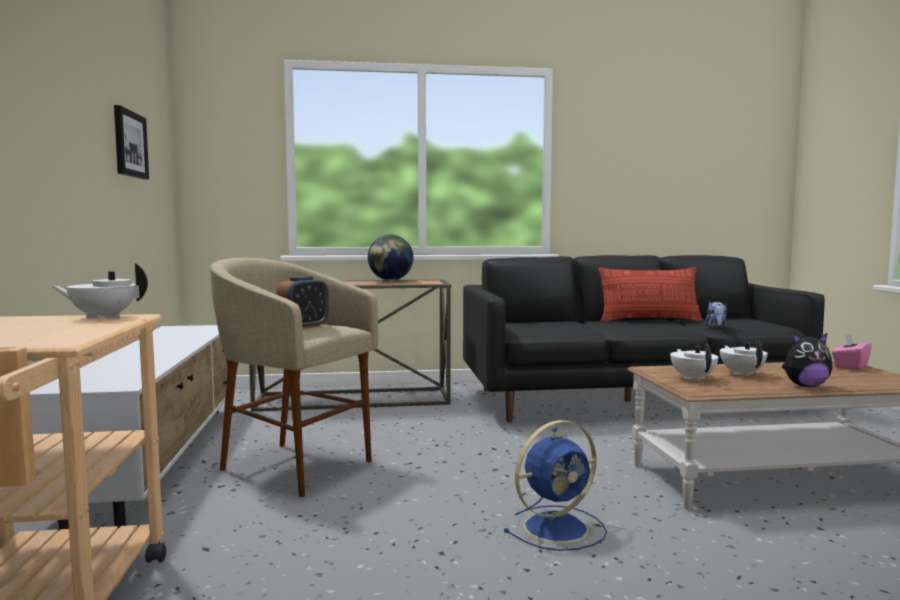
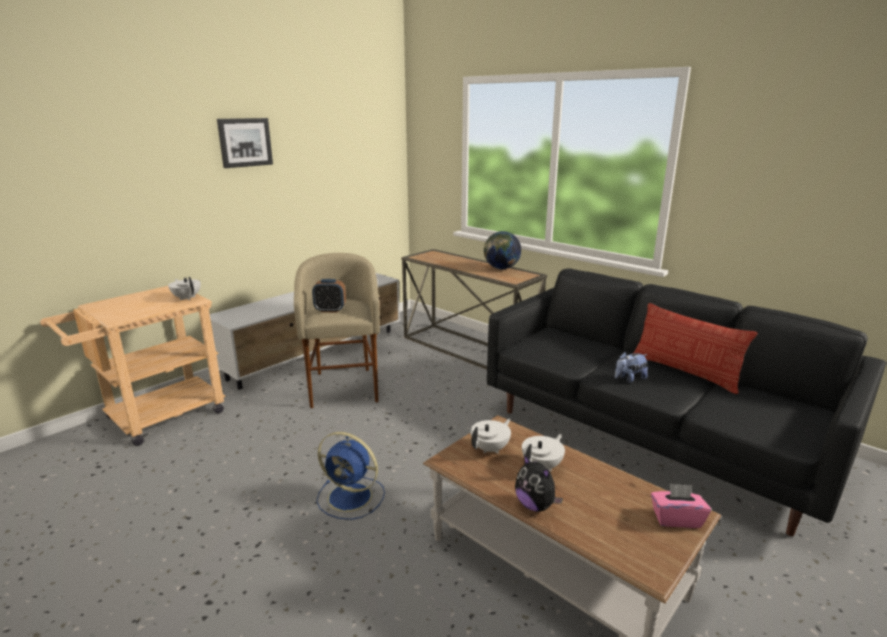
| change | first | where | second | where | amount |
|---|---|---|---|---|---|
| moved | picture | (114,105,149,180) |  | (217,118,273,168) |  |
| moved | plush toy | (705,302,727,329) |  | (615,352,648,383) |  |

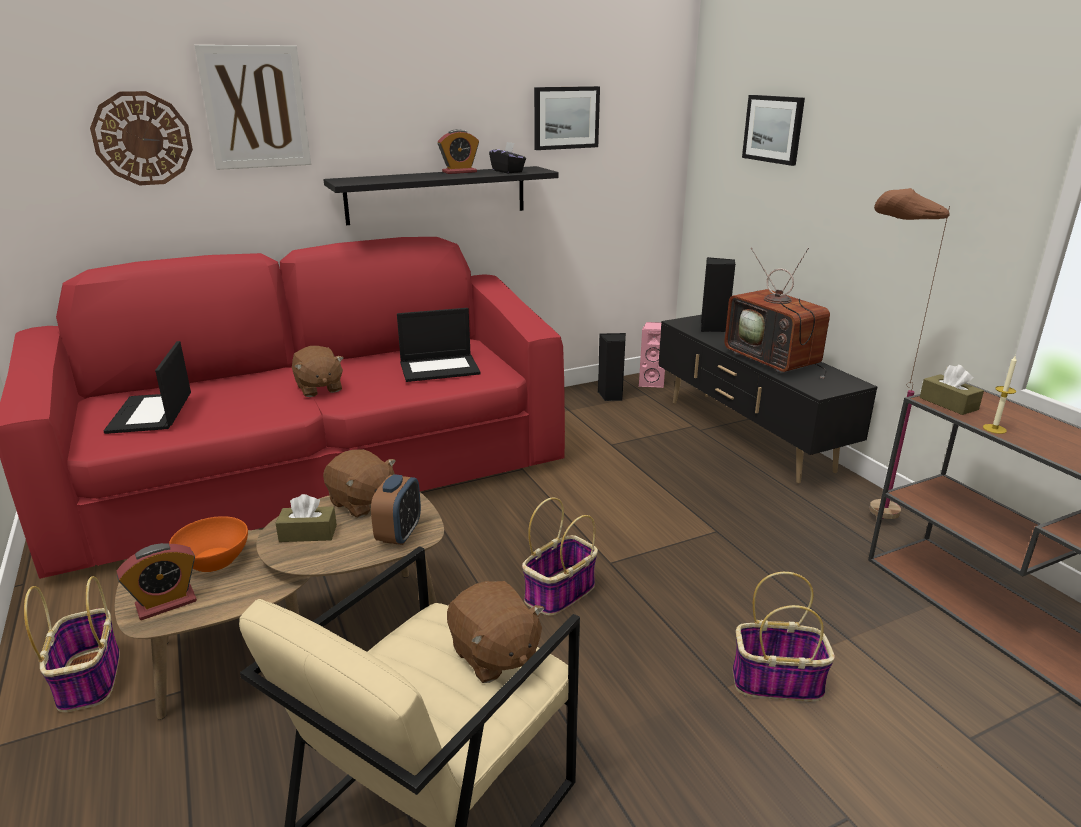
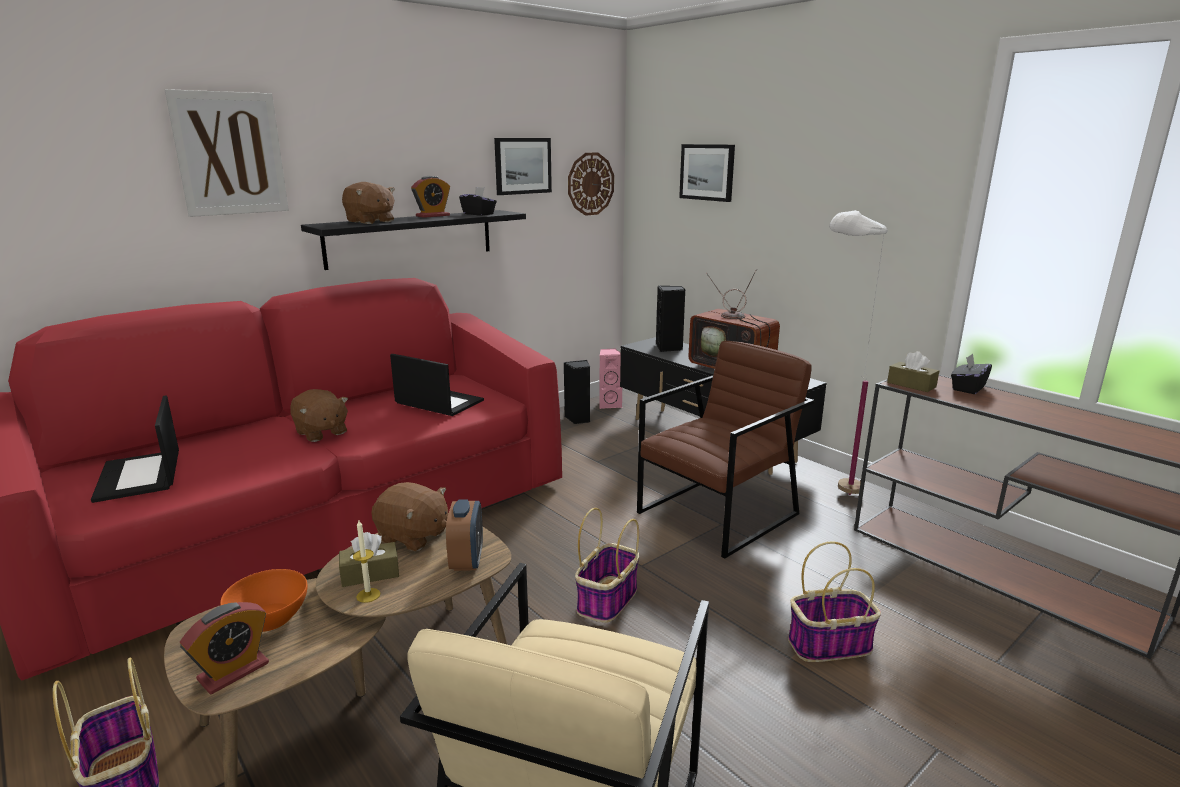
| change | first | where | second | where | amount |
|---|---|---|---|---|---|
| moved | wall clock | (90,91,193,185) |  | (568,153,614,216) |  |
| turned | laptop | (397,308,481,382) |  | (390,354,484,416) | 120 degrees counterclockwise |
| moved | plush toy/brown | (447,581,544,683) |  | (342,182,395,224) |  |
| recoloured | floor lamp/brown | (869,188,950,519) | floor lamp/white | (830,210,888,495) |  |
| moved | candle | (983,355,1017,434) |  | (353,520,381,603) |  |
| added |  |  | armchair/brown | (637,341,814,558) |  |
| added |  |  | tissue box/black | (951,354,992,394) |  |

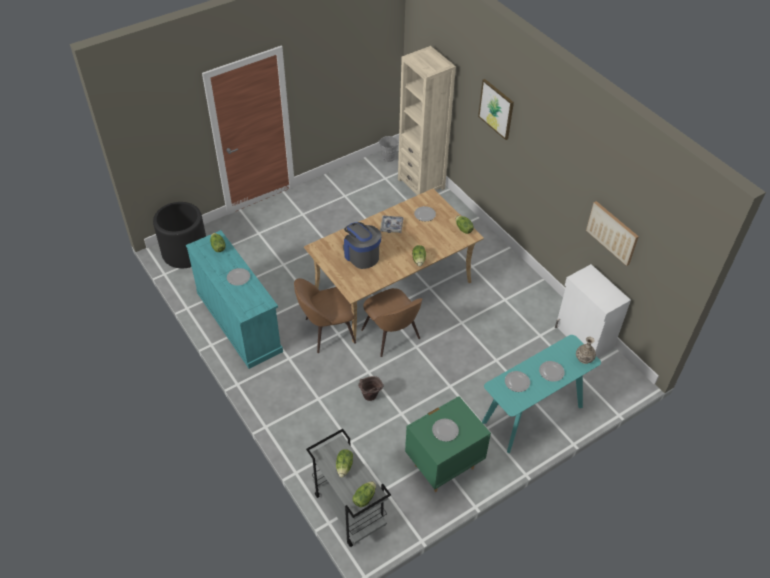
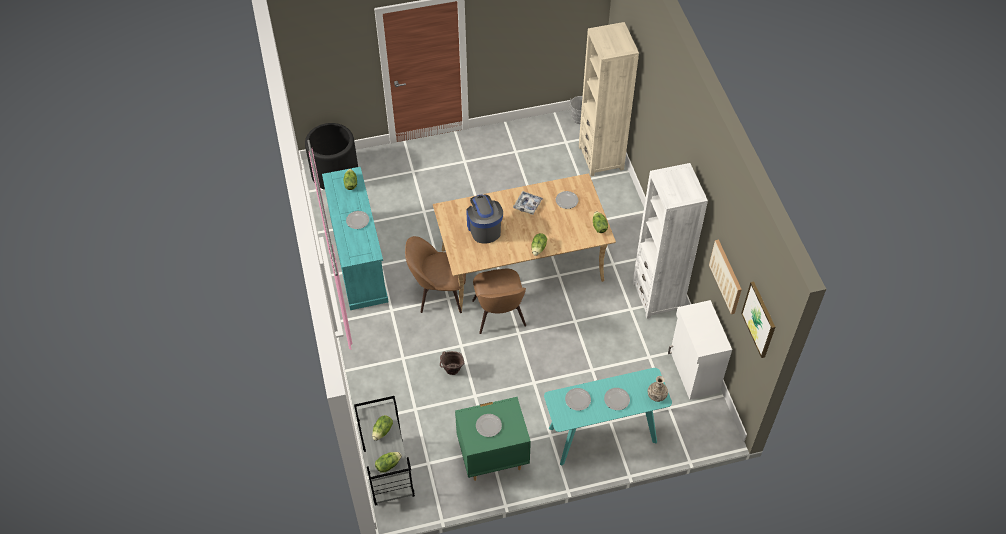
| change | first | where | second | where | amount |
|---|---|---|---|---|---|
| moved | picture | (478,79,514,140) |  | (741,281,775,358) |  |
| added |  |  | bookcase/white | (632,163,708,319) |  |

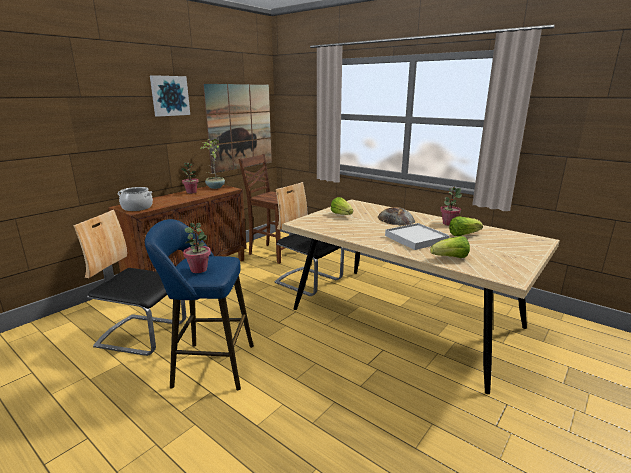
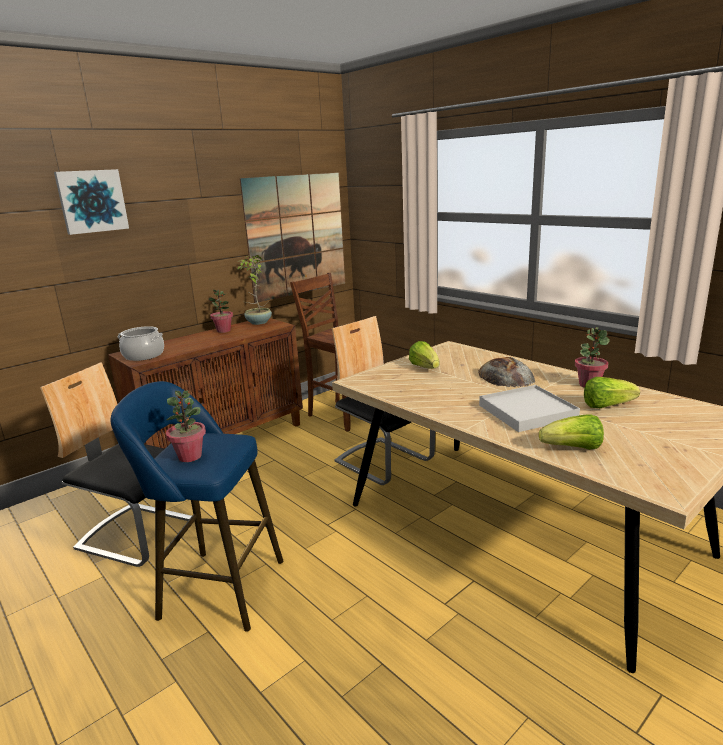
| change | first | where | second | where | amount |
|---|---|---|---|---|---|
| moved | picture | (150,75,190,117) |  | (54,169,129,235) |  |

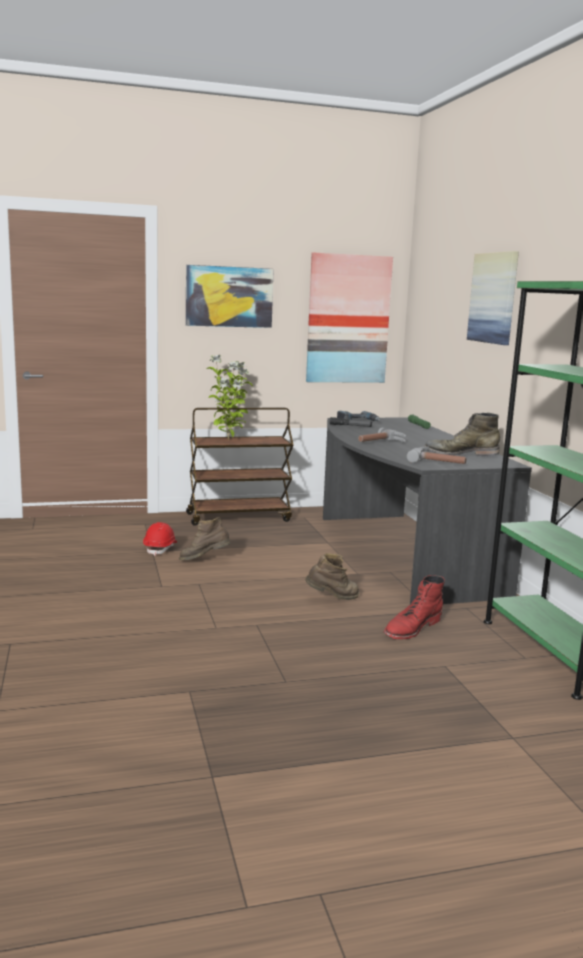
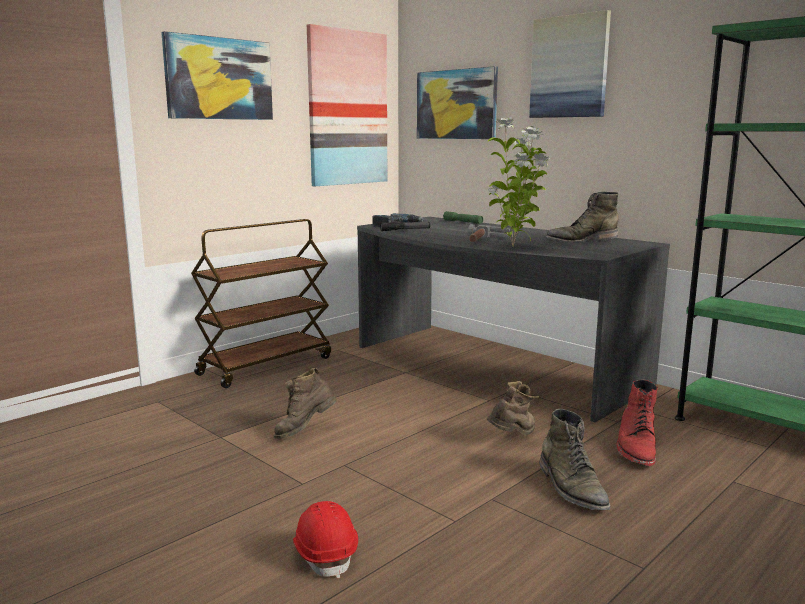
| change | first | where | second | where | amount |
|---|---|---|---|---|---|
| moved | hard hat/red | (143,522,177,556) |  | (293,501,358,578) |  |
| moved | potted plant | (206,355,253,439) |  | (488,117,550,247) |  |
| removed | hammer | (407,446,466,464) |  |  |  |
| added |  |  | picture | (417,66,498,139) |  |
| added |  |  | boot/green | (539,409,610,510) |  |

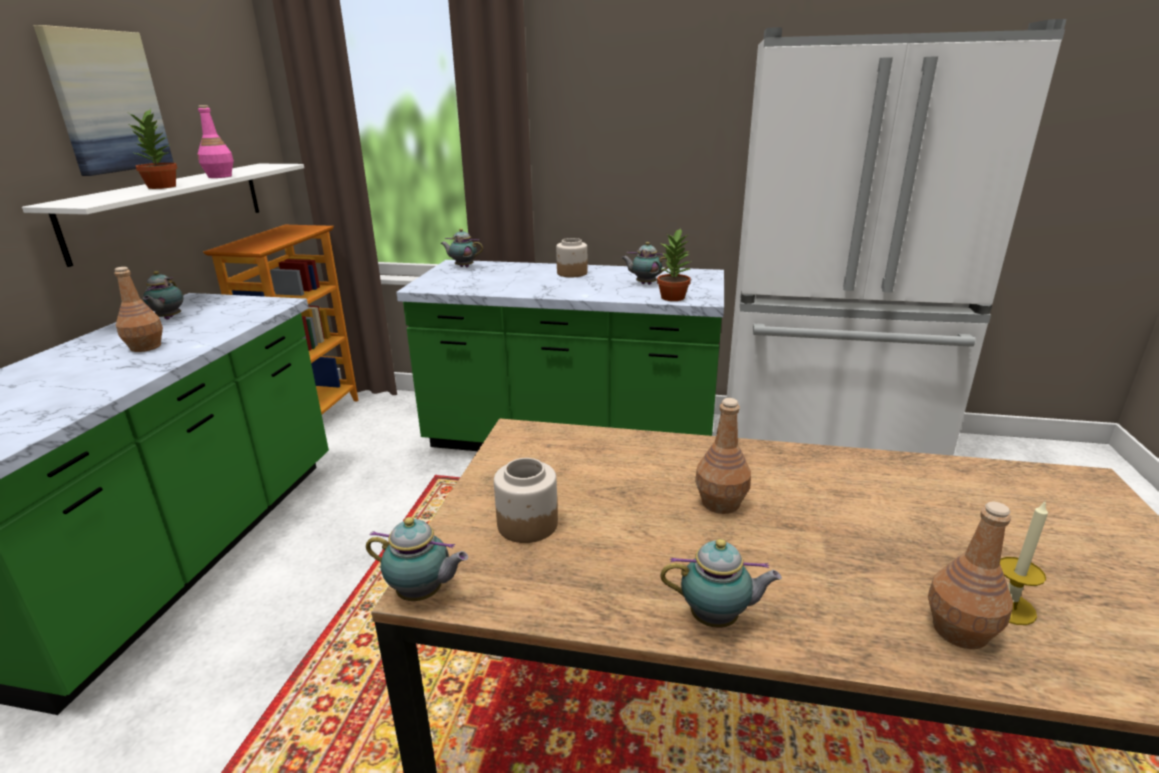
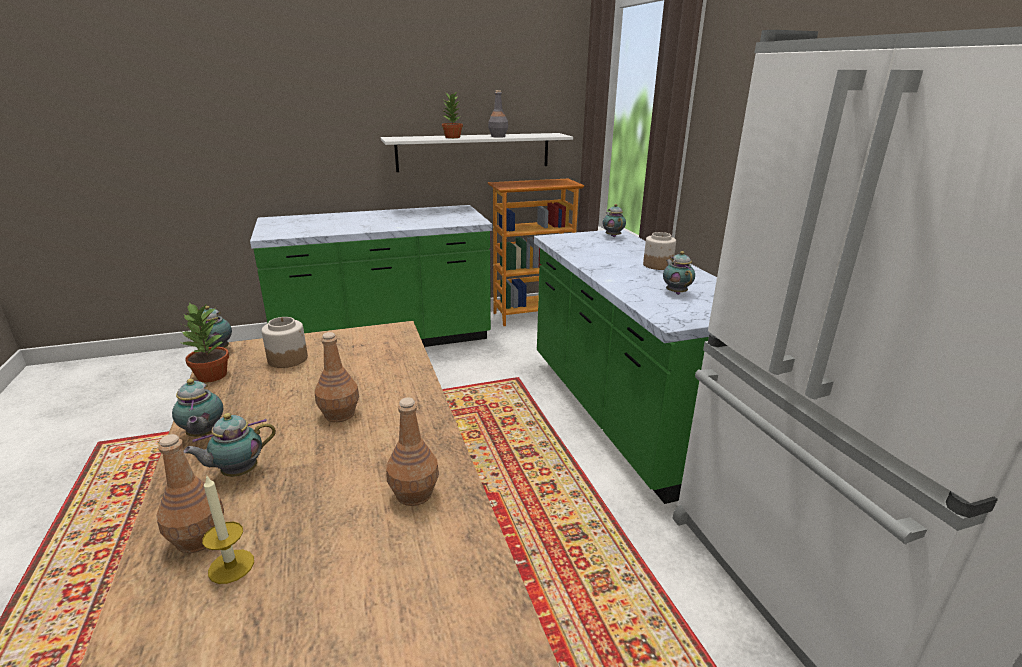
| change | first | where | second | where | amount |
|---|---|---|---|---|---|
| removed | picture | (33,25,174,176) |  |  |  |
| moved | bottle/brown | (114,267,163,352) |  | (386,398,439,506) |  |
| moved | teapot | (143,271,183,320) |  | (183,413,276,477) |  |
| recoloured | bottle/pink | (197,105,234,178) | bottle/grey | (488,90,508,138) |  |
| moved | potted plant | (657,228,692,301) |  | (180,302,229,383) |  |

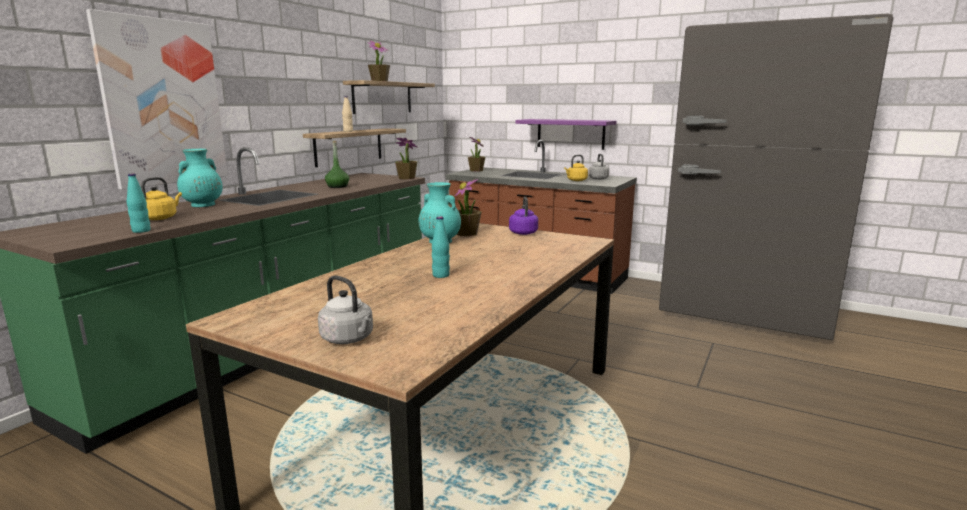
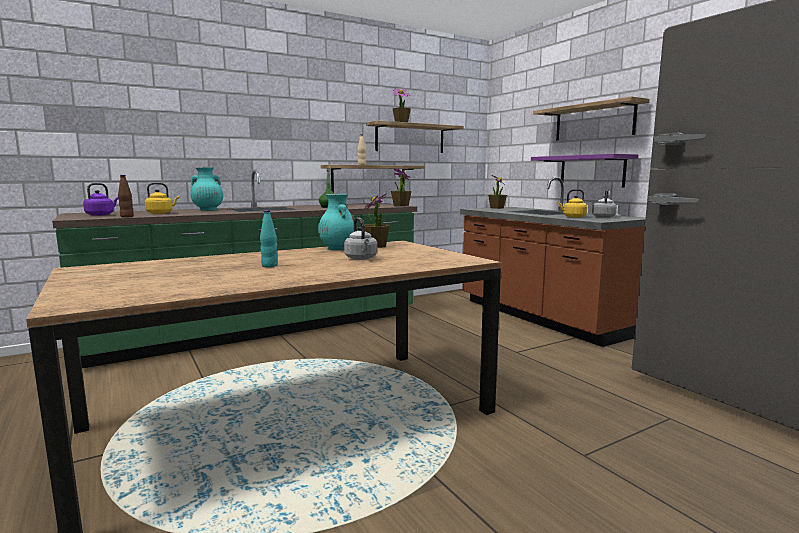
| change | first | where | second | where | amount |
|---|---|---|---|---|---|
| removed | picture | (86,9,228,190) |  |  |  |
| recoloured | bottle/turquoise | (127,174,151,233) | bottle/brown | (118,175,134,217) |  |
| moved | kettle/grey | (318,275,373,344) |  | (344,217,377,260) |  |
| moved | kettle/purple | (509,197,538,235) |  | (83,183,118,216) |  |
| added |  |  | shelf | (533,96,650,140) |  |

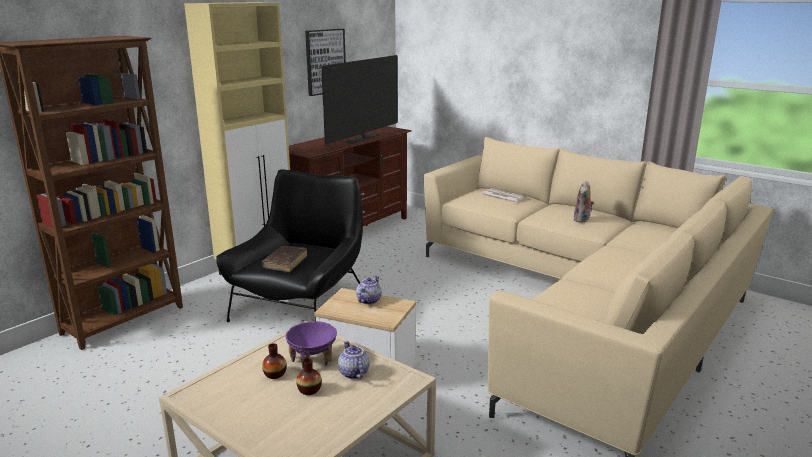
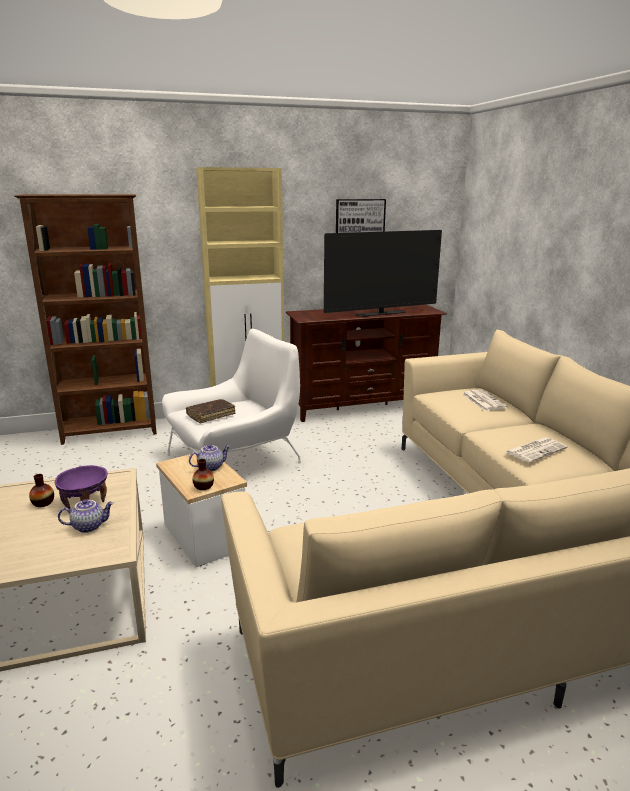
| change | first | where | second | where | amount |
|---|---|---|---|---|---|
| recoloured | armchair/black | (216,169,363,322) | armchair/white | (162,329,301,464) |  |
| moved | vase | (296,358,322,395) |  | (192,459,214,490) |  |
| turned | teapot | (338,341,370,379) |  | (58,499,114,533) | 60 degrees clockwise |
| replaced | plush toy | (574,180,594,223) | newspaper | (506,437,567,463) |  |

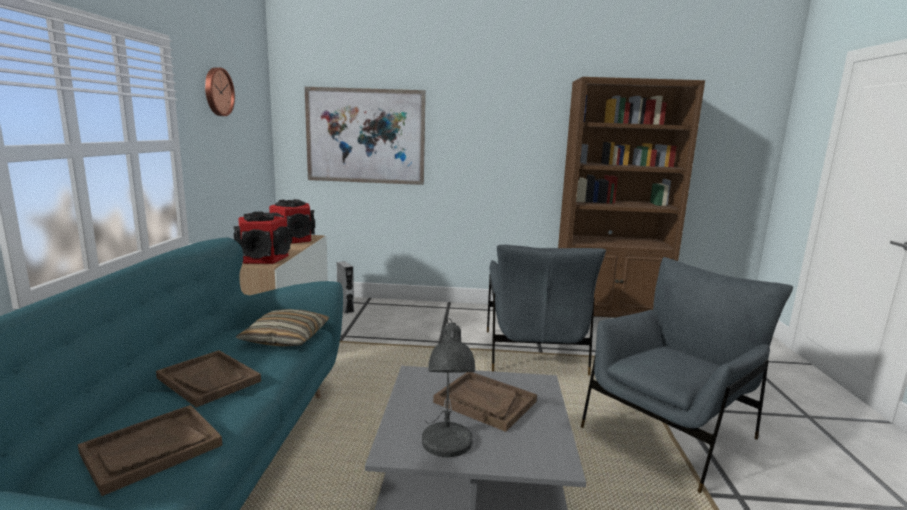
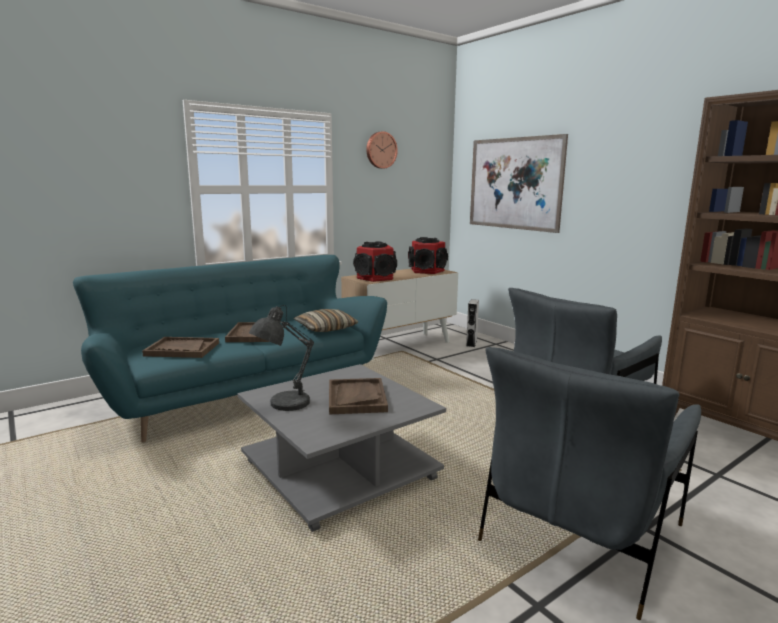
| change | first | where | second | where | amount |
|---|---|---|---|---|---|
| turned | armchair/grey | (581,257,793,493) |  | (478,347,701,620) | 120 degrees clockwise |

